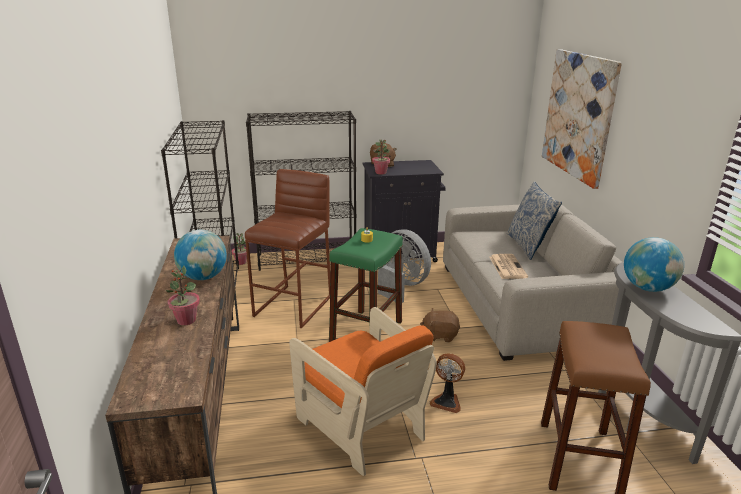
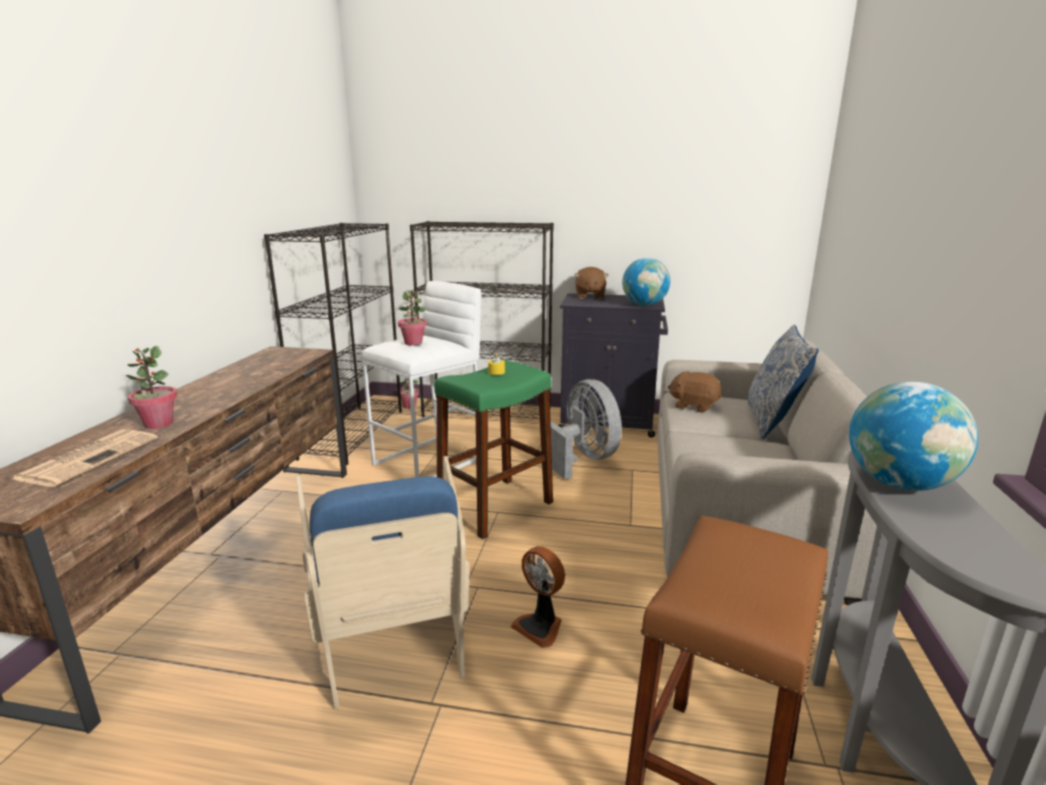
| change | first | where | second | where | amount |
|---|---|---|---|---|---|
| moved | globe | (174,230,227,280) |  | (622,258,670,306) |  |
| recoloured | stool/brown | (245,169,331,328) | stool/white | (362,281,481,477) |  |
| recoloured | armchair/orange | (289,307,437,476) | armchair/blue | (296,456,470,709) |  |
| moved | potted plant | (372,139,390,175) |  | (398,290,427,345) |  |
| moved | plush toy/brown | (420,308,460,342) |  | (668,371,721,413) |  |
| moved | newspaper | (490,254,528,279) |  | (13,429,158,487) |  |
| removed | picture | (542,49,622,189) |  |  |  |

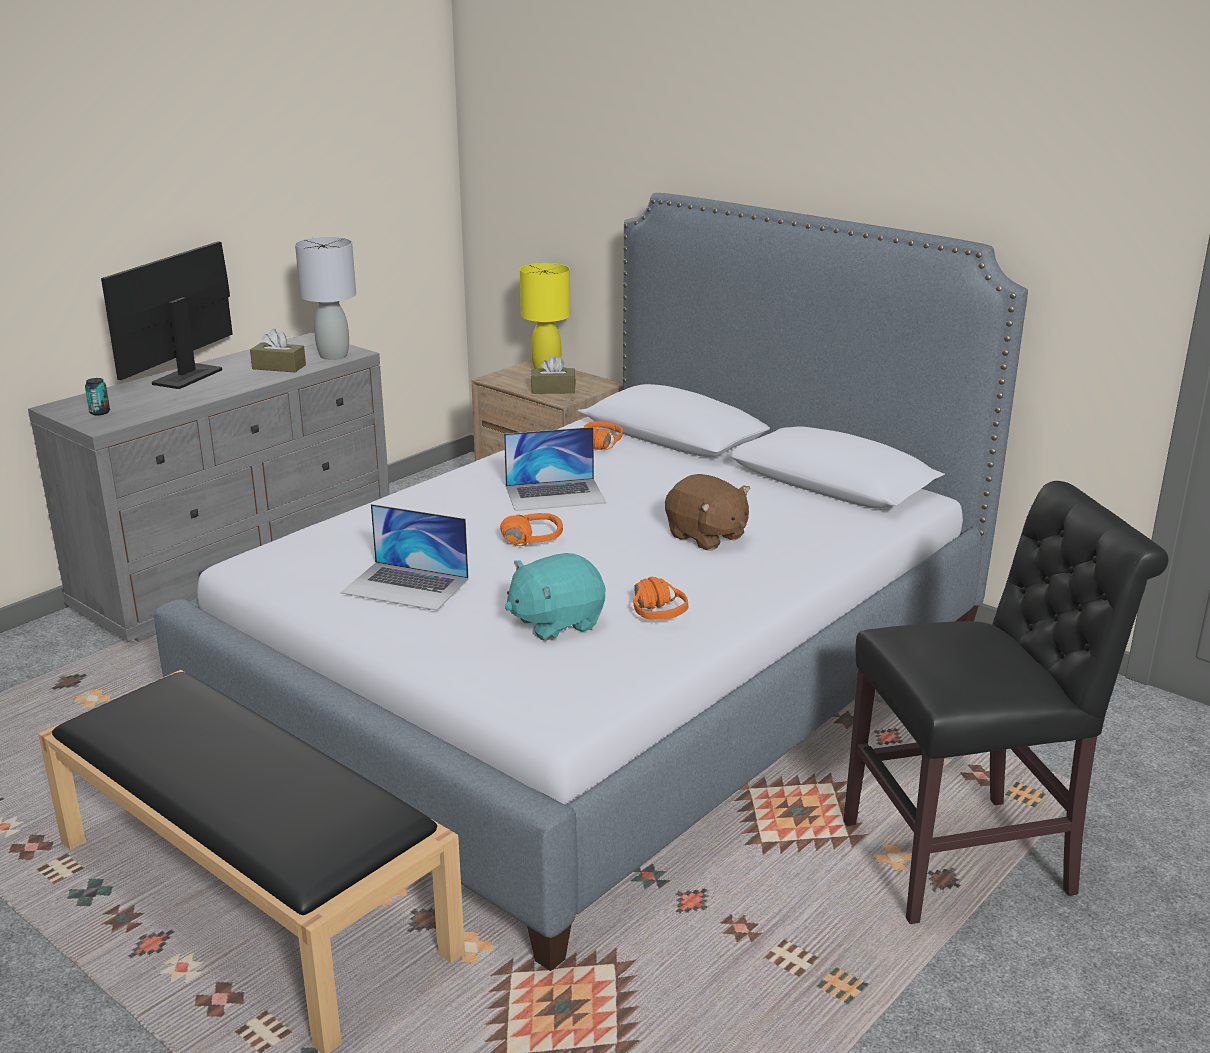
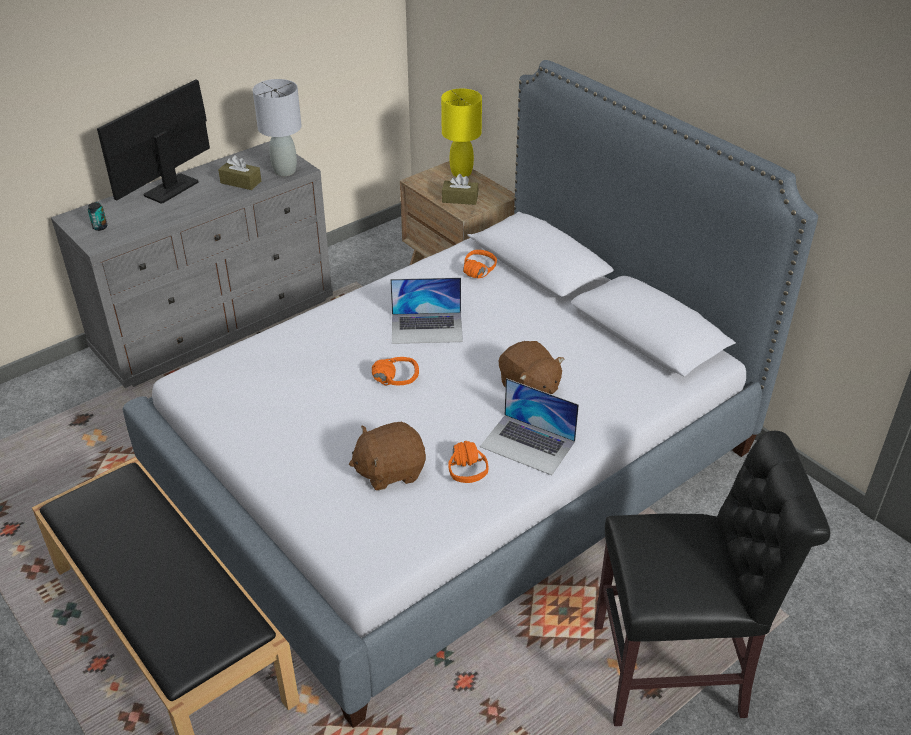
| change | first | where | second | where | amount |
|---|---|---|---|---|---|
| moved | laptop | (341,504,469,611) |  | (480,378,579,475) |  |
| recoloured | plush toy/turquoise | (505,553,605,641) | plush toy/brown | (349,422,426,491) |  |

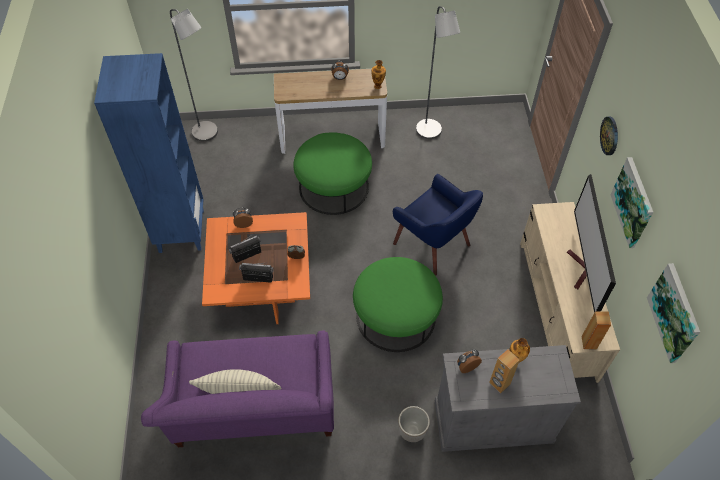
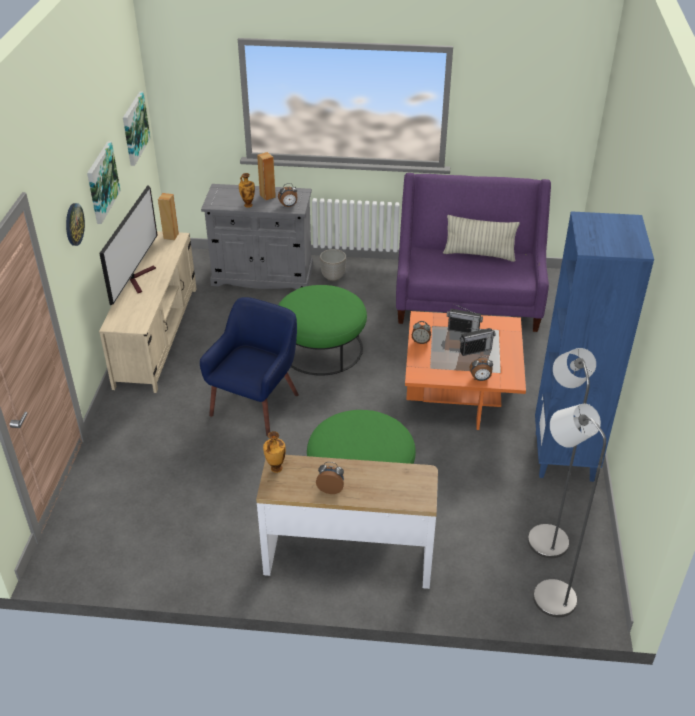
| change | first | where | second | where | amount |
|---|---|---|---|---|---|
| turned | armchair/blue | (393,174,483,276) |  | (200,297,299,436) | 60 degrees clockwise |
| moved | floor lamp/grey | (416,6,460,139) |  | (528,348,596,558) |  |

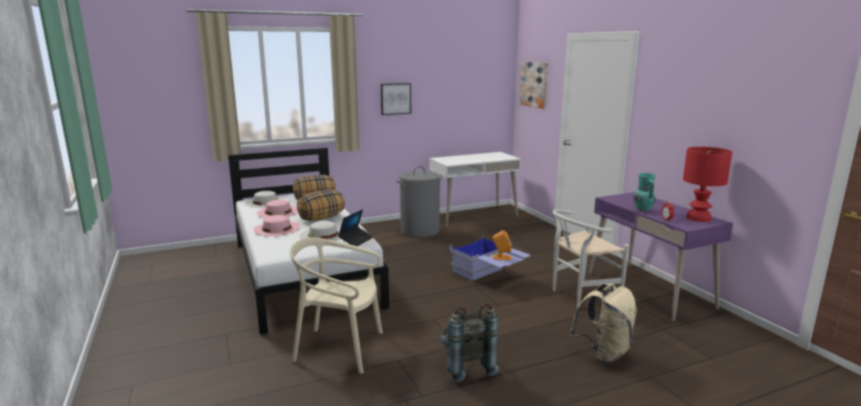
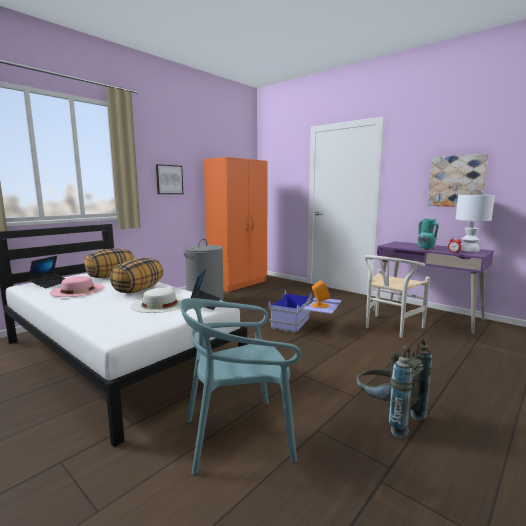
| change | first | where | second | where | amount |
|---|---|---|---|---|---|
| replaced | hat/white | (245,191,285,207) | laptop | (28,256,66,288) |  |
| removed | hat/pink | (253,215,300,236) |  |  |  |
| recoloured | chair/beige | (290,237,383,374) | chair/turquoise | (180,298,301,475) |  |
| replaced | desk/white | (429,152,521,227) | wardrobe/orange | (204,157,268,292) |  |
| moved | picture | (519,62,548,109) |  | (428,154,489,207) |  |
| removed | backpack/beige | (570,283,637,364) |  |  |  |
| recoloured | table lamp/red | (683,147,732,222) | table lamp/white | (456,195,495,252) |  |

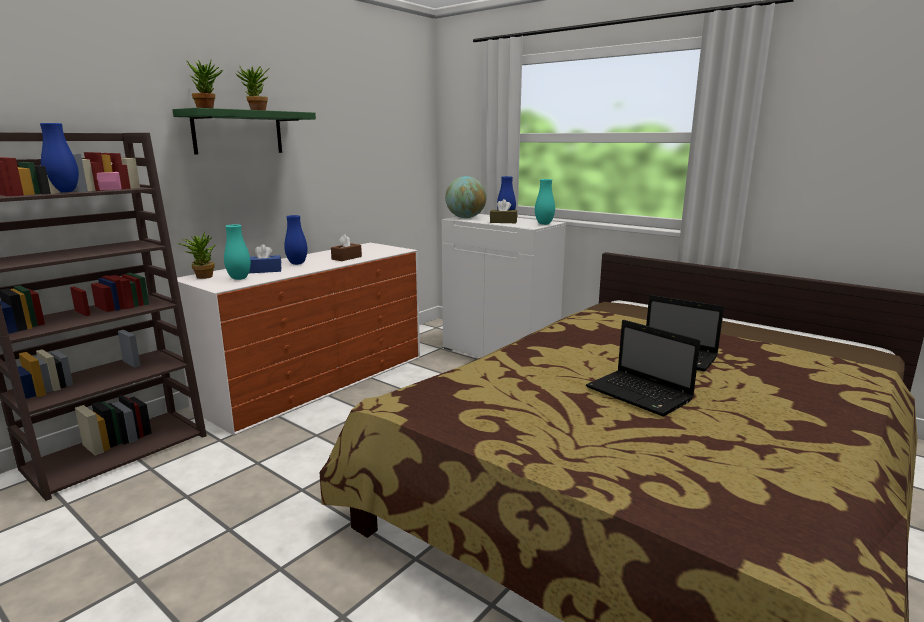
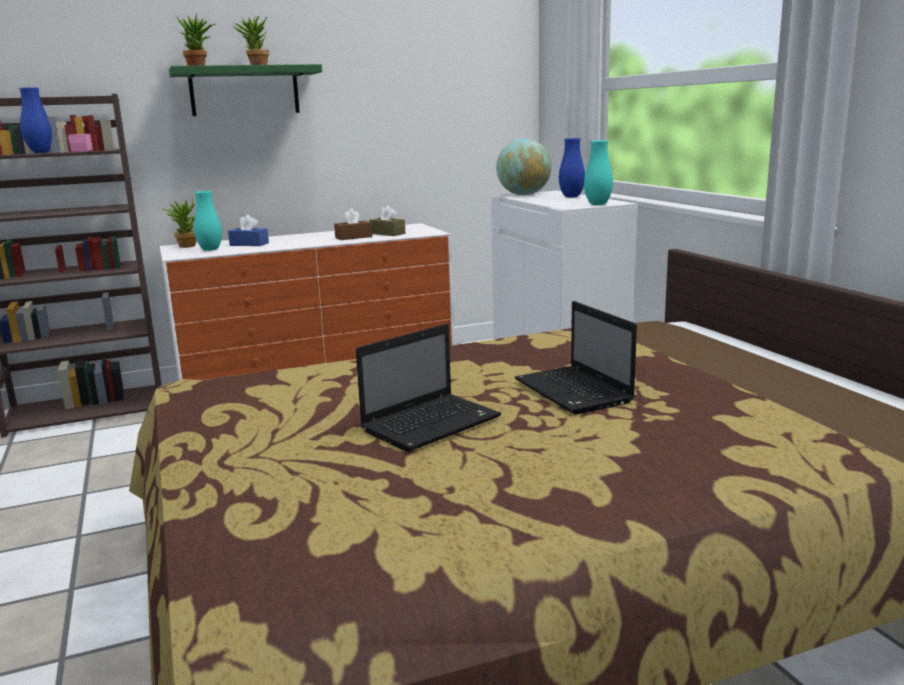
| change | first | where | second | where | amount |
|---|---|---|---|---|---|
| removed | vase/blue | (284,215,307,265) |  |  |  |
| moved | tissue box/brown | (490,199,517,223) |  | (369,205,405,236) |  |
| turned | laptop | (586,320,700,417) |  | (356,324,501,452) | 120 degrees counterclockwise |

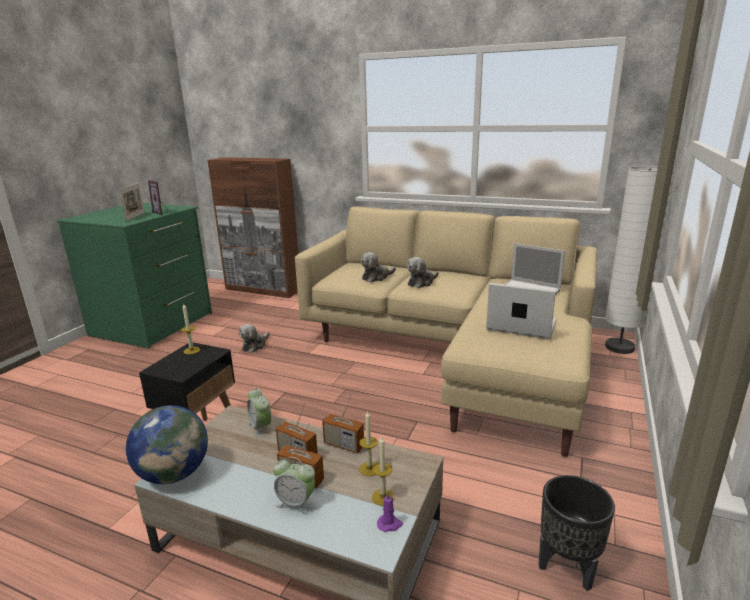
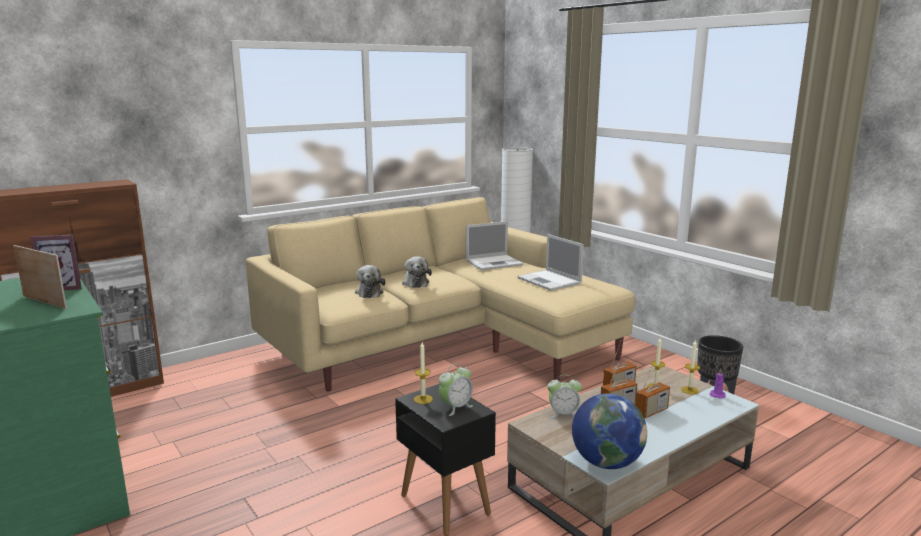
| change | first | where | second | where | amount |
|---|---|---|---|---|---|
| removed | plush toy | (239,324,269,352) |  |  |  |
| moved | alarm clock | (273,457,315,515) |  | (439,364,473,416) |  |
| turned | laptop | (486,283,556,339) |  | (517,234,584,291) | 90 degrees counterclockwise |

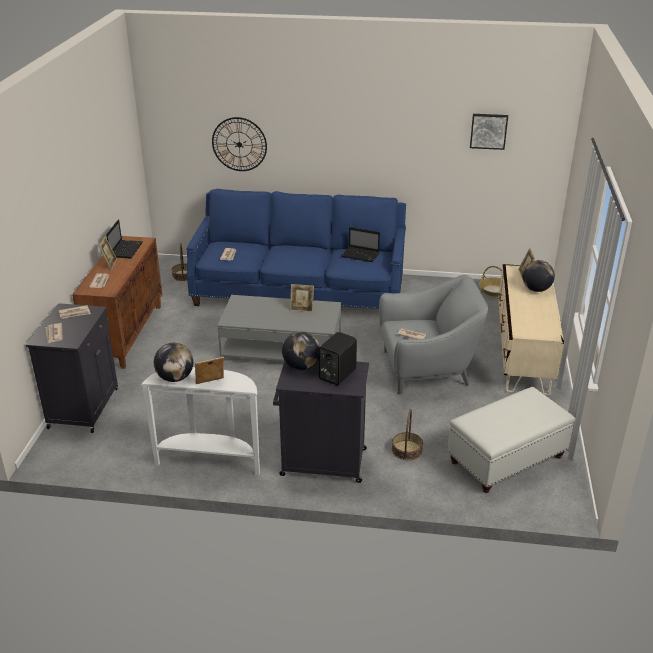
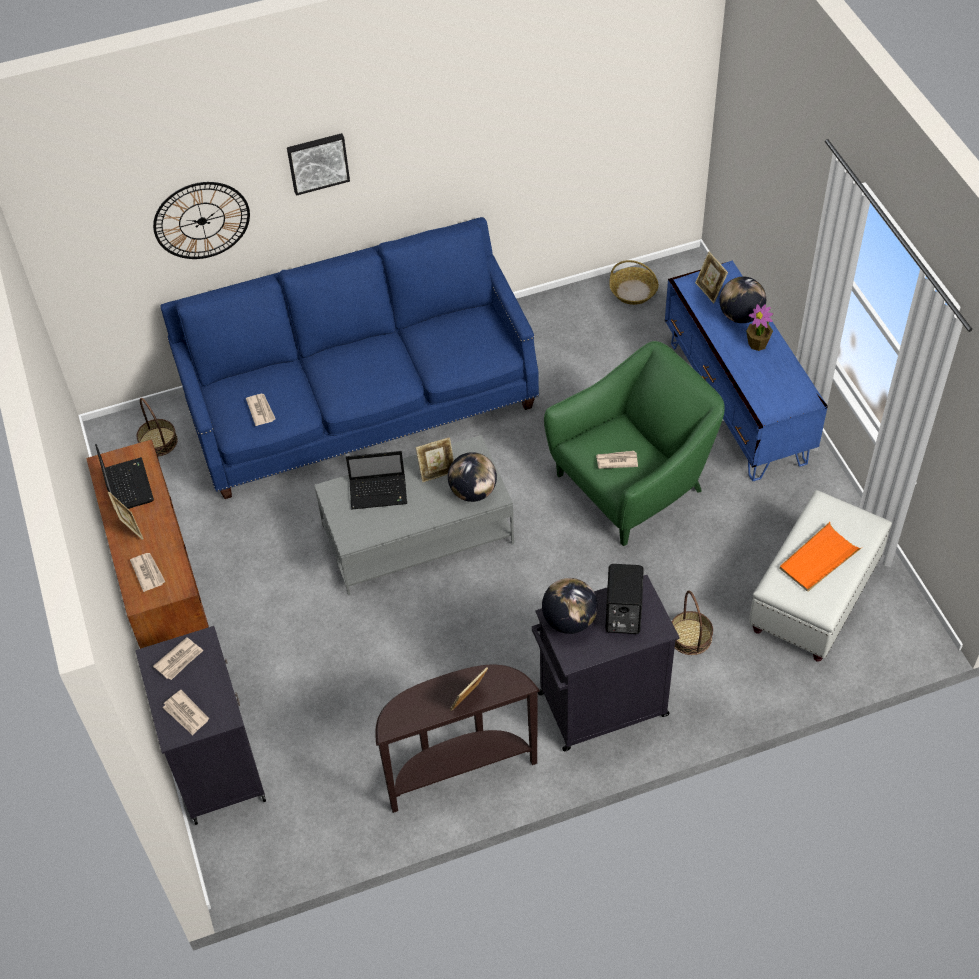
| change | first | where | second | where | amount |
|---|---|---|---|---|---|
| recoloured | console table/white | (140,367,260,475) | console table/brown | (375,665,540,813) |  |
| moved | globe | (154,343,193,382) |  | (448,452,497,502) |  |
| moved | laptop | (342,227,380,262) |  | (346,451,407,509) |  |
| recoloured | armchair/grey | (379,275,488,394) | armchair/green | (544,341,725,546) |  |
| moved | picture | (470,114,508,150) |  | (287,133,350,196) |  |
| recoloured | tv stand/beige | (498,264,564,395) | tv stand/blue | (665,261,828,481) |  |
| added |  |  | potted plant | (746,304,773,351) |  |
| added |  |  | tray/orange | (779,522,861,592) |  |

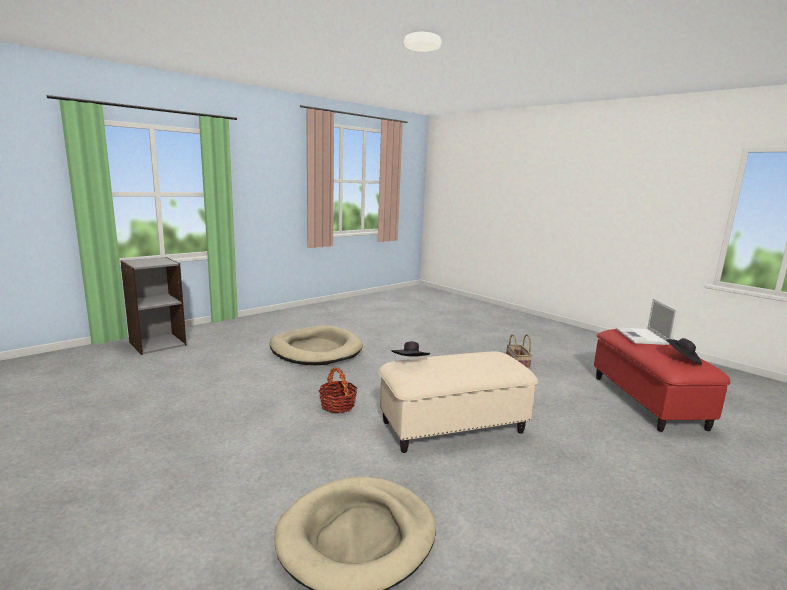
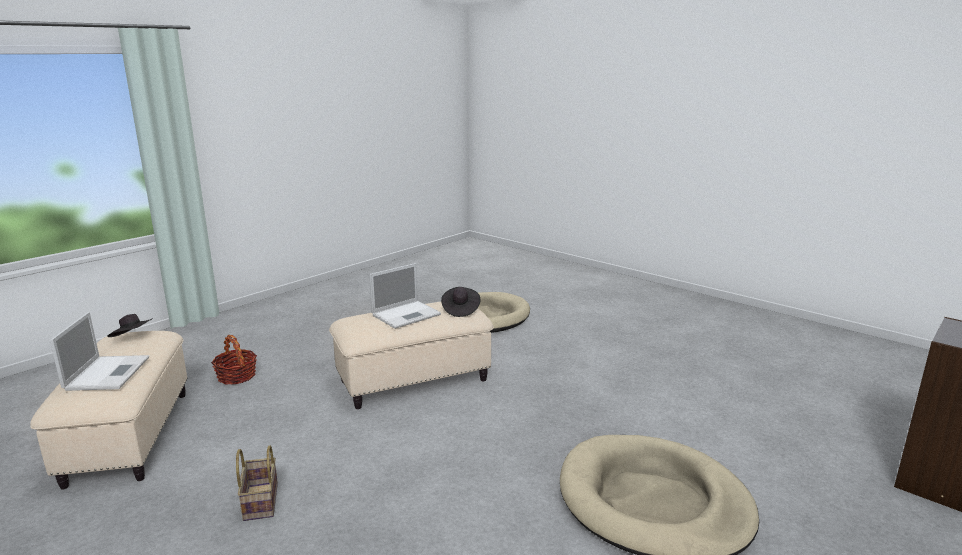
| change | first | where | second | where | amount |
|---|---|---|---|---|---|
| moved | basket | (318,368,357,413) |  | (211,335,257,385) |  |
| recoloured | ottoman/red | (594,329,730,432) | ottoman/beige | (30,331,188,490) |  |
| added |  |  | laptop | (369,263,441,329) |  |

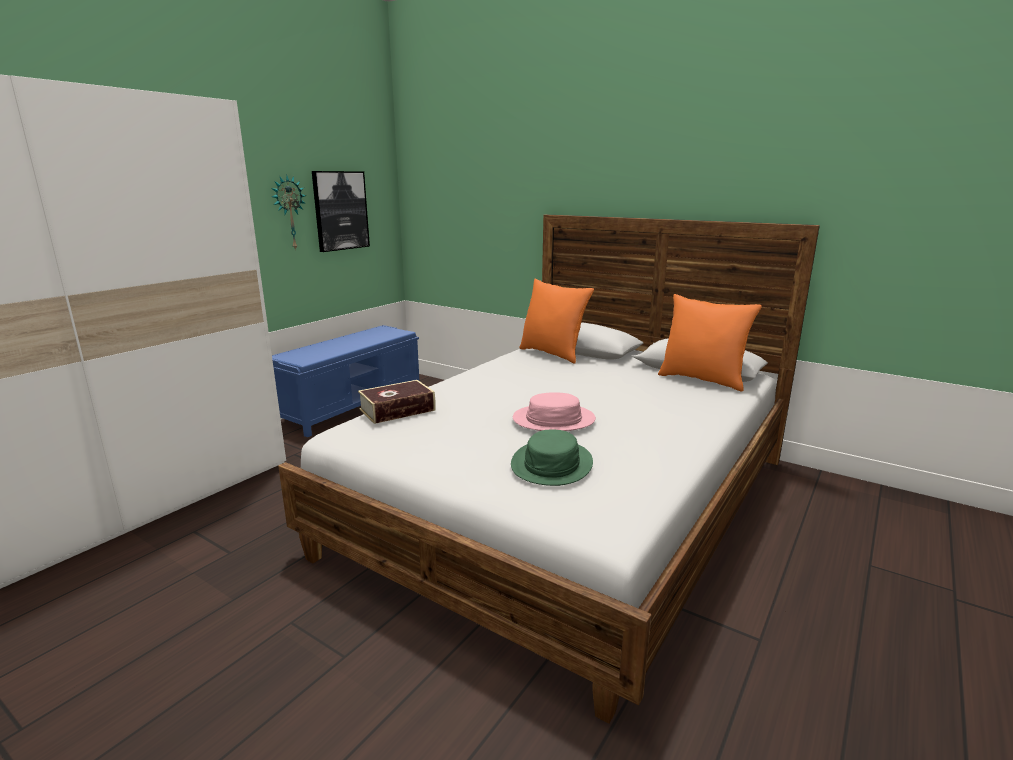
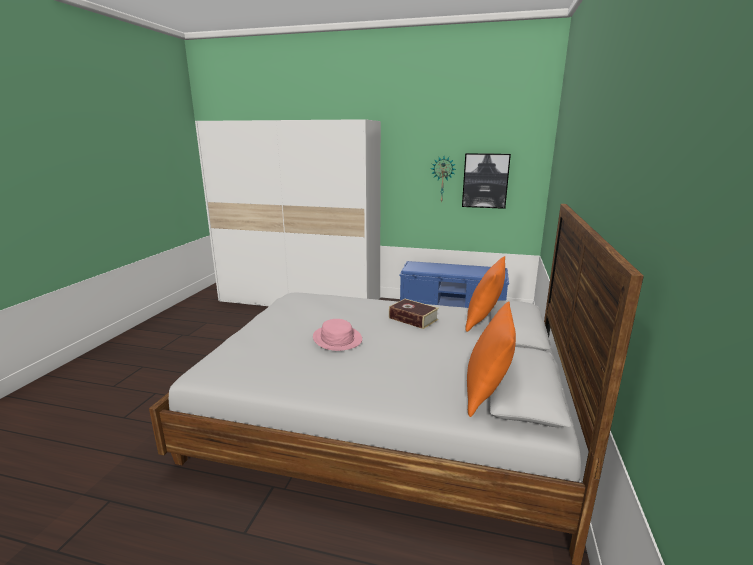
| change | first | where | second | where | amount |
|---|---|---|---|---|---|
| moved | book | (358,380,436,424) |  | (389,299,439,329) |  |
| removed | hat/green | (511,429,593,486) |  |  |  |

